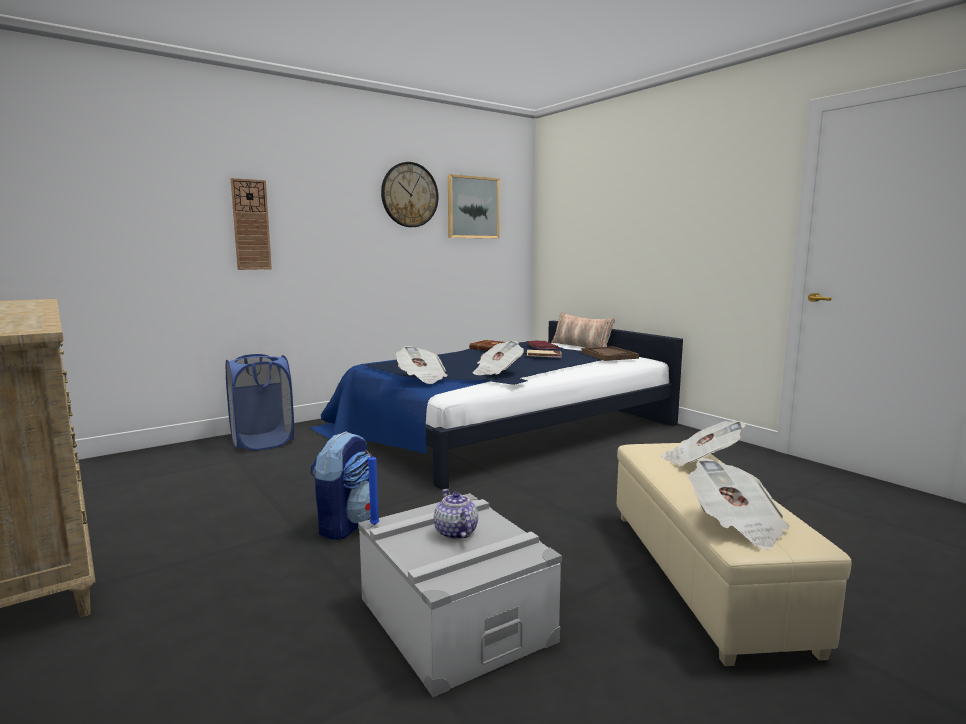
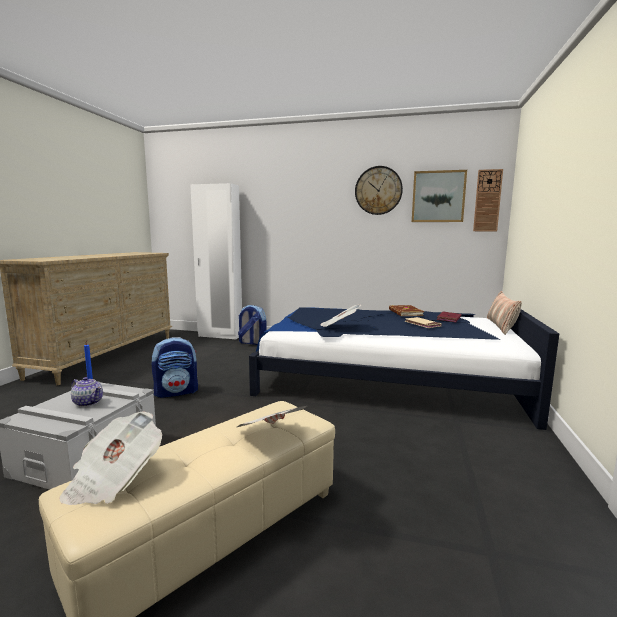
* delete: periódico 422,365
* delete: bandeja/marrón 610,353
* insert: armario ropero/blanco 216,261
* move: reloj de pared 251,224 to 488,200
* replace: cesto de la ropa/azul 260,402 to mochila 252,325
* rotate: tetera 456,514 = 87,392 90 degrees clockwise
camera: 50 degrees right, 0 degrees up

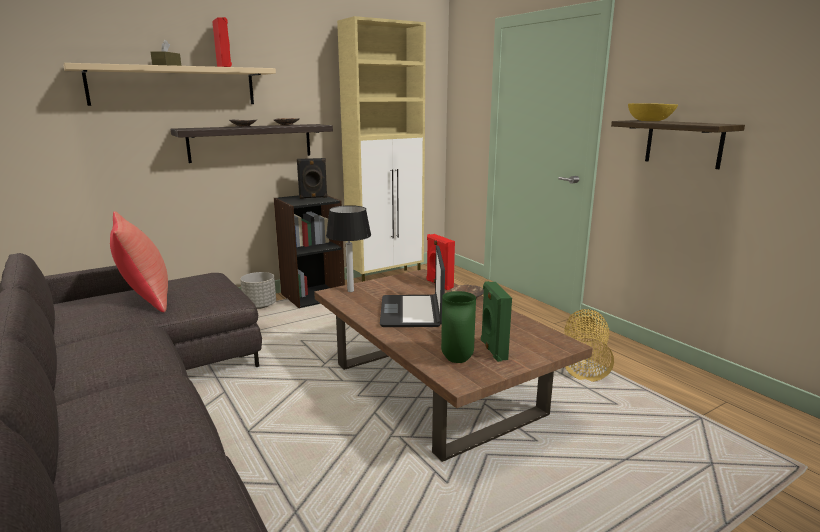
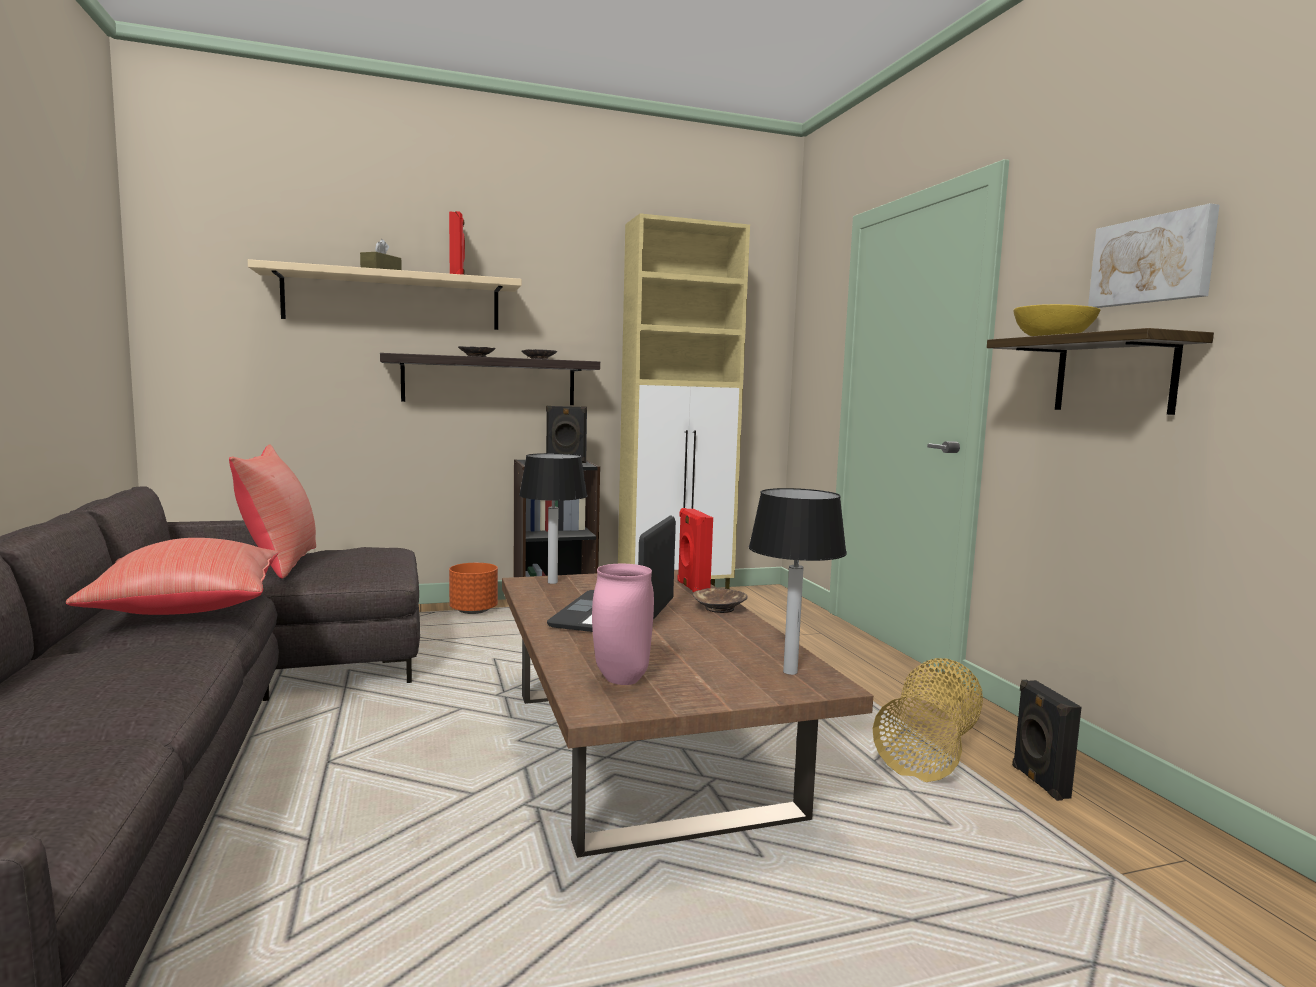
* delete: altavoz/verde 496,321
* insert: cojín/rojo 172,576
* insert: lámpara de mesa 798,581
* insert: altavoz/negro 1047,740
* insert: cuadro 1154,255
* recolor: maceta/gris 258,290 to maceta/naranja 473,588
* recolor: florero/verde 458,327 to florero/rosa 623,624
camera: 15 degrees right, 10 degrees down

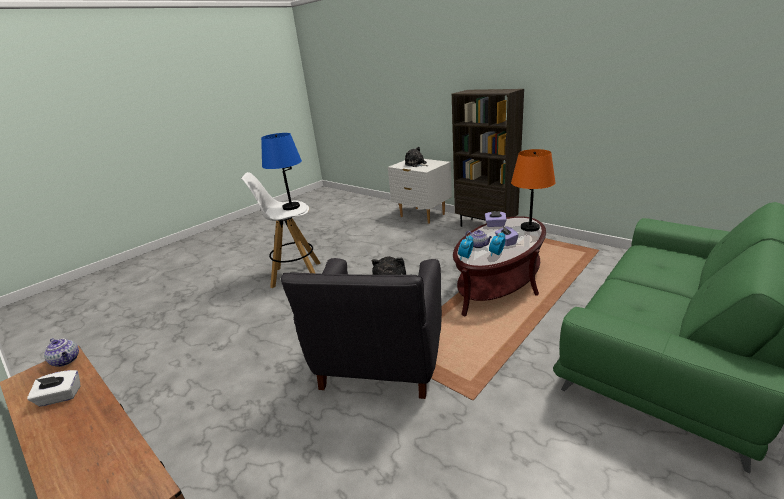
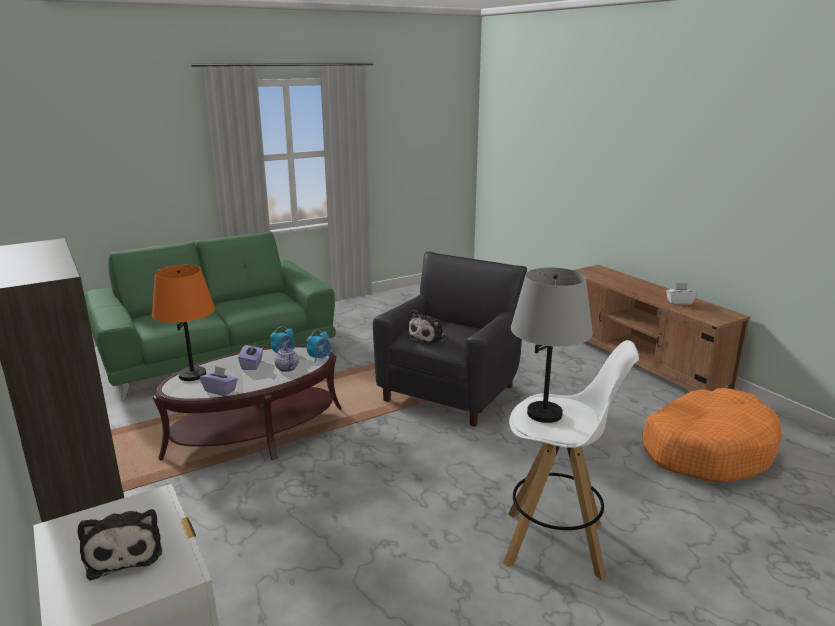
* delete: tetera 61,352
* insert: cama para perro/naranja 712,435
* recolor: lámpara de mesa/azul 281,171 to lámpara de mesa/gris 552,345
camera: 165 degrees left, 5 degrees down

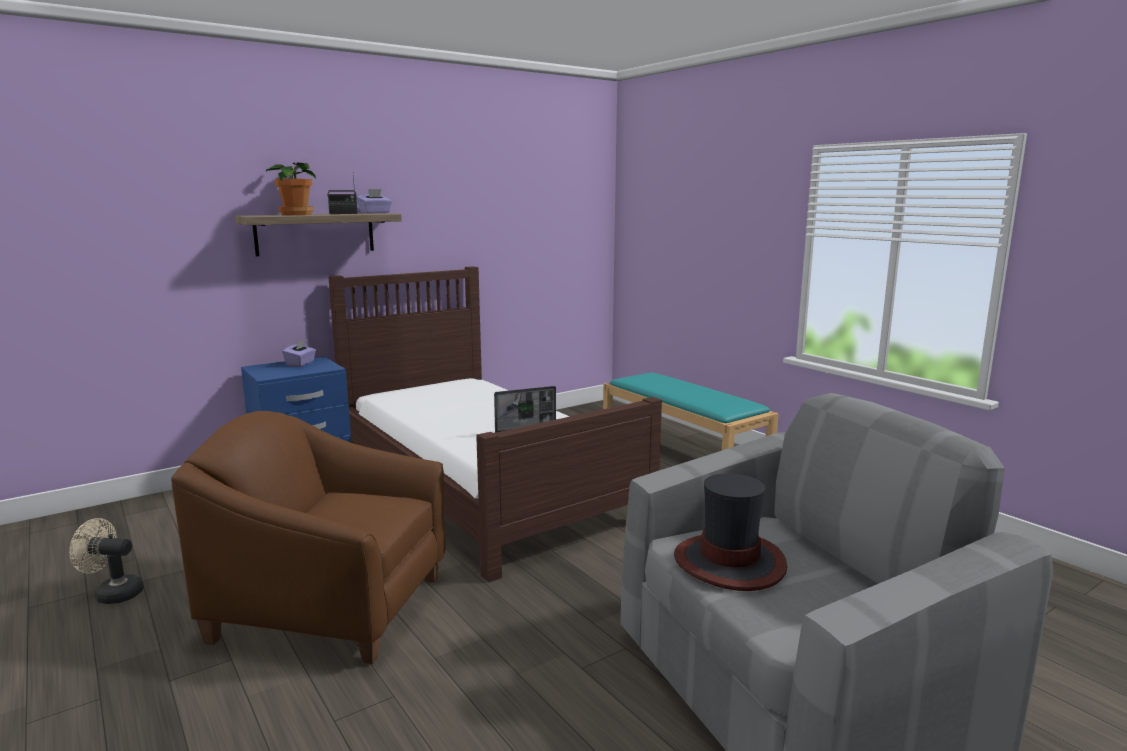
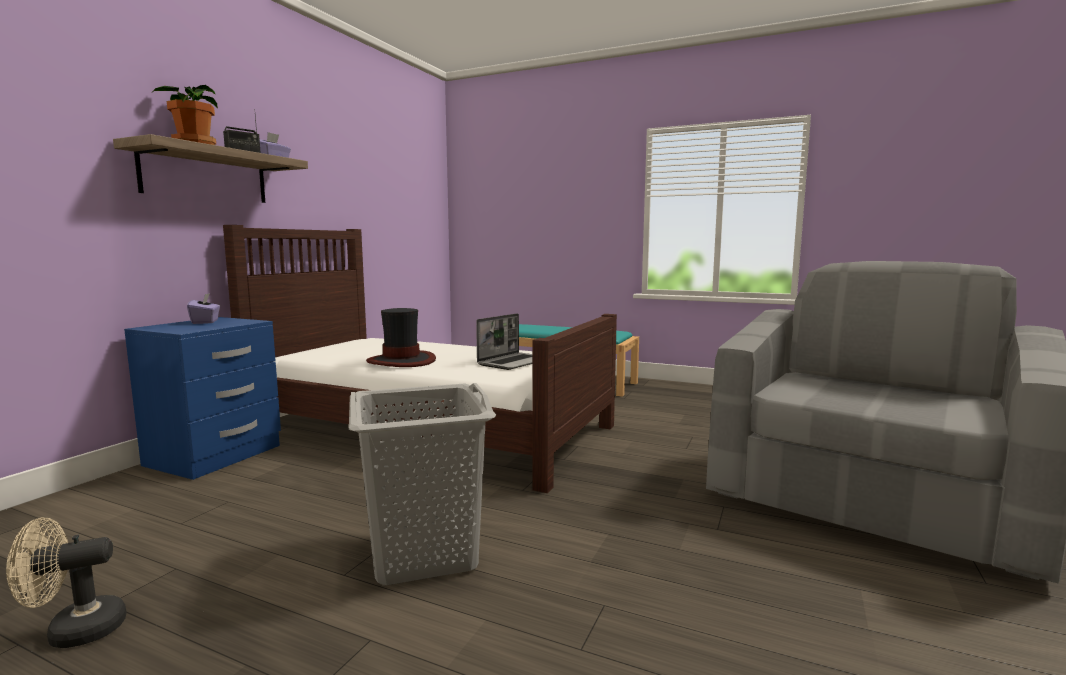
* move: sombrero 730,532 to 401,337
* replace: sillón/marrón 308,537 to cesto de la ropa/gris 422,484
camera: 30 degrees left, 5 degrees down

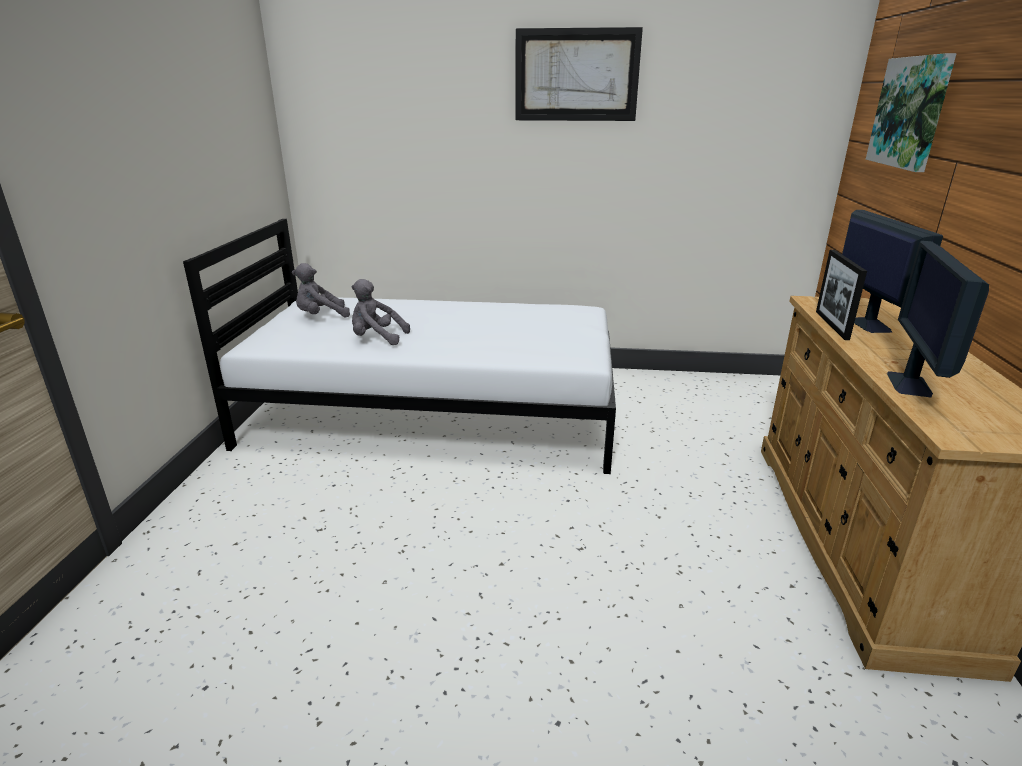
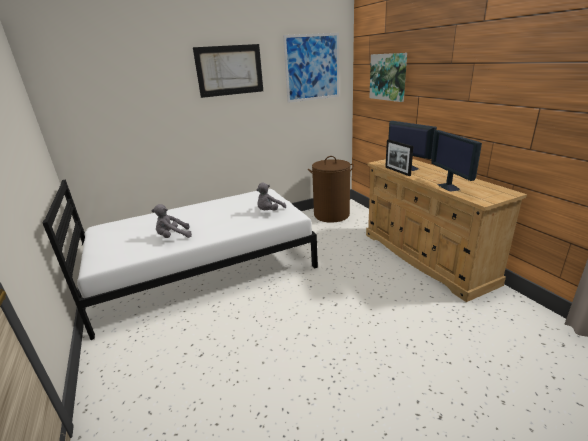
* insert: cuadro 311,68
* insert: cesto de la ropa/marrón 331,189
* move: peluche/gris 321,290 to 271,196
camera: 30 degrees left, 0 degrees up

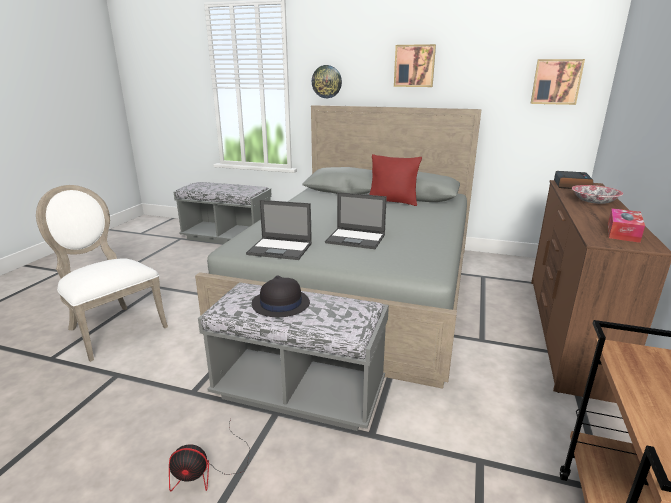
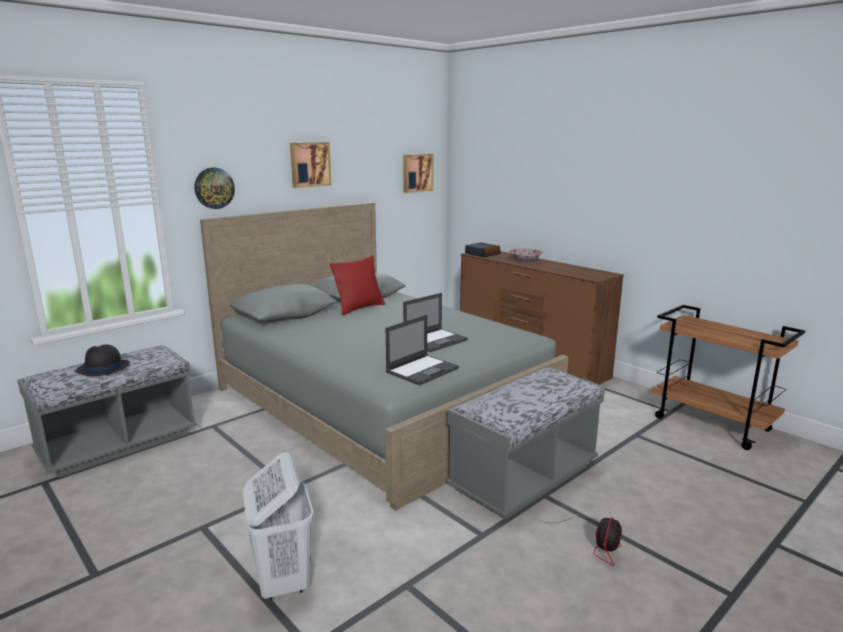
* delete: caja de pañuelos 626,225
* move: sombrero/negro 281,296 to 102,360
* replace: silla/blanco 102,273 to cesto de la ropa/blanco 278,526
camera: 60 degrees left, 5 degrees down

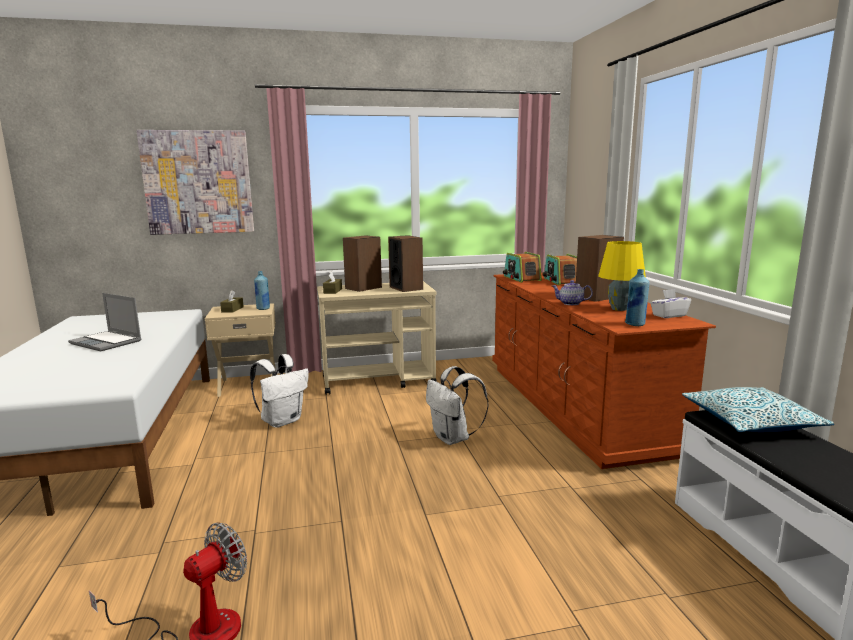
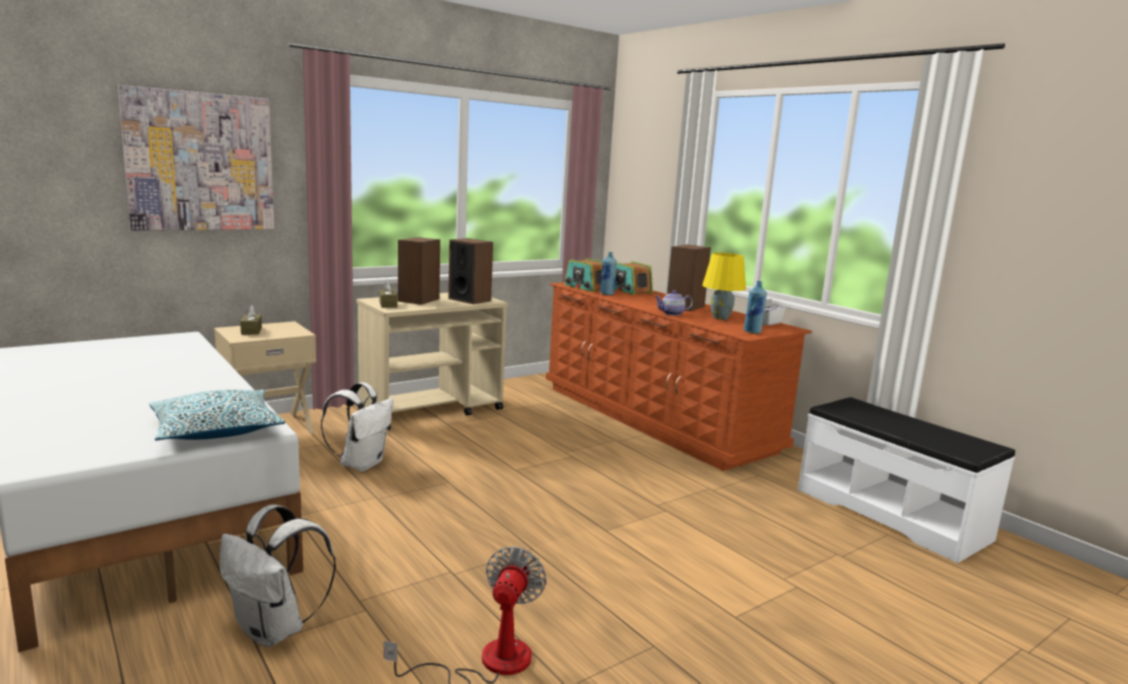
* delete: portátil 105,322
* move: botella/azul 262,290 to 608,273
* move: mochila/blanco 457,405 to 278,576
* move: cojín 758,409 to 217,415
camera: 25 degrees left, 0 degrees up

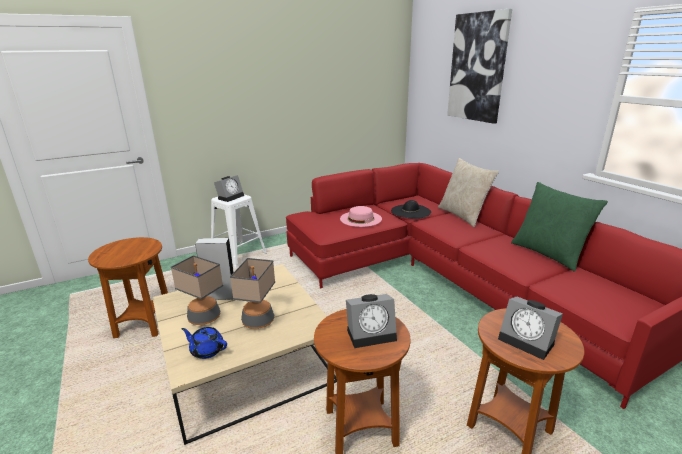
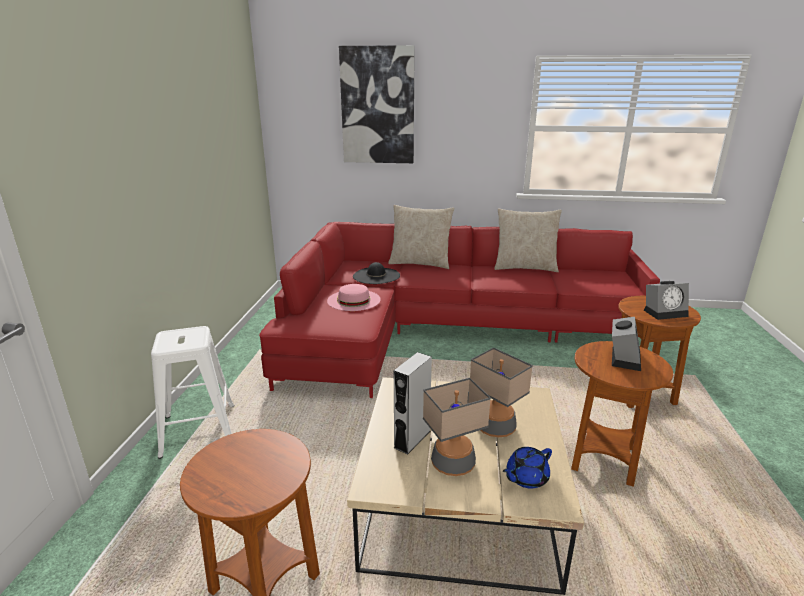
* delete: despertador 229,188
* recolor: cojín/verde 559,227 to cojín/beis 528,240
camera: 55 degrees left, 0 degrees up

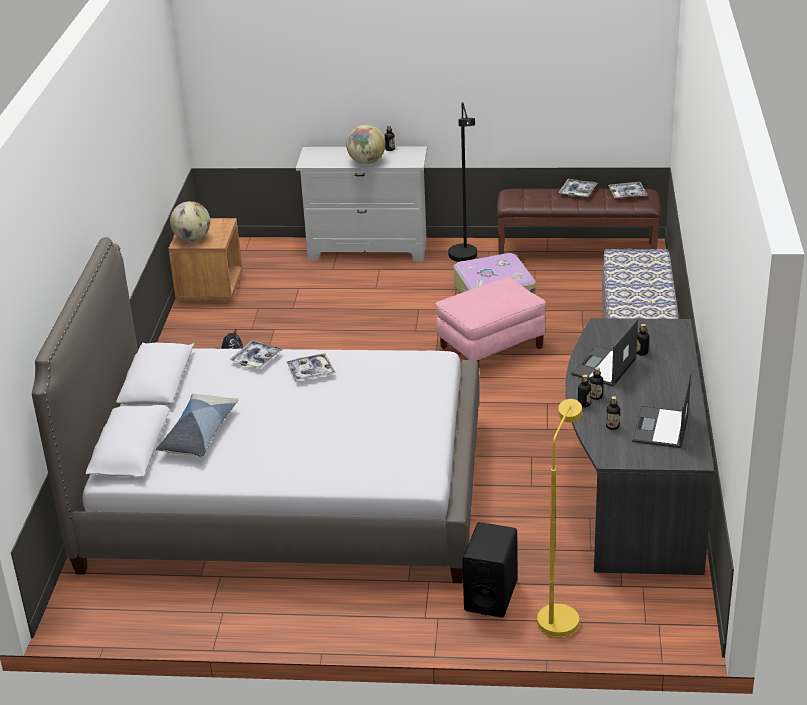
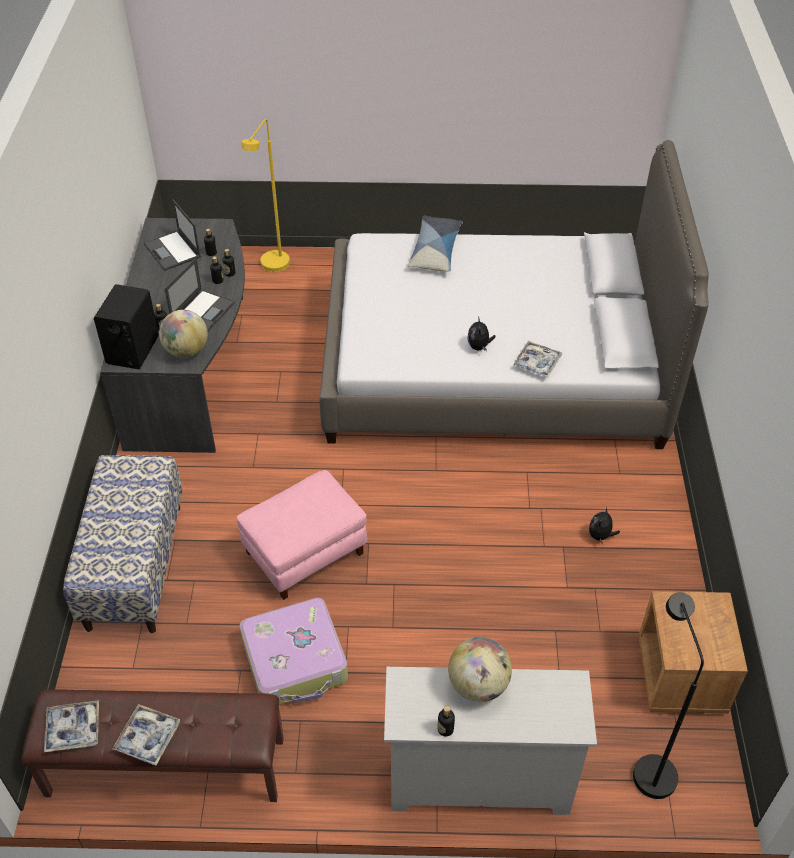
* move: cojín 197,425 to 435,243
* move: globo terráqueo 190,221 to 183,334
* move: lámpara de pie/negro 462,182 to 668,695
* move: altavoz/negro 490,570 to 126,326
* replace: bandeja 311,367 to peluche 481,333
* rotate: portátil 661,410 = 172,235 135 degrees clockwise
camera: 175 degrees right, 15 degrees up

